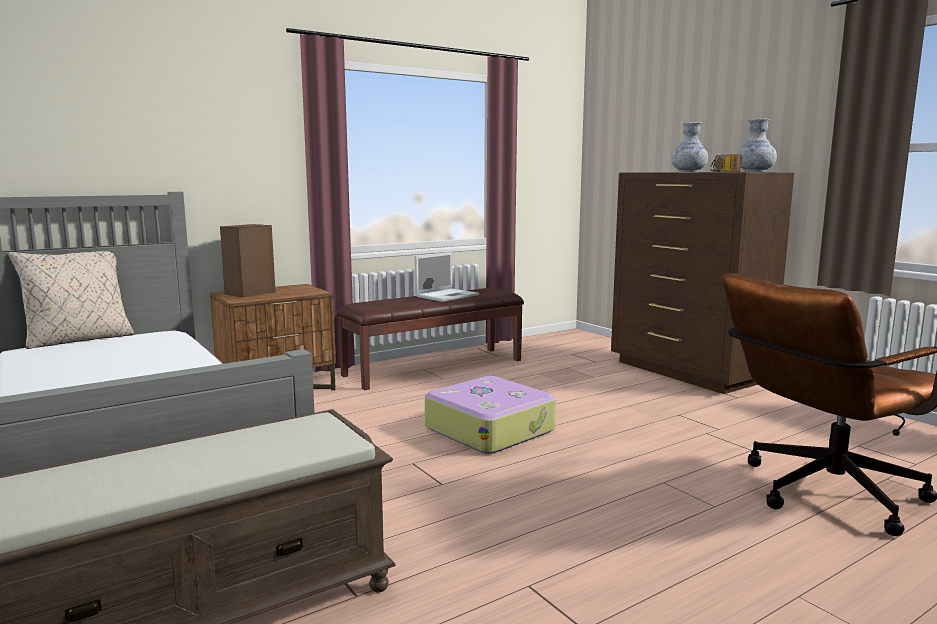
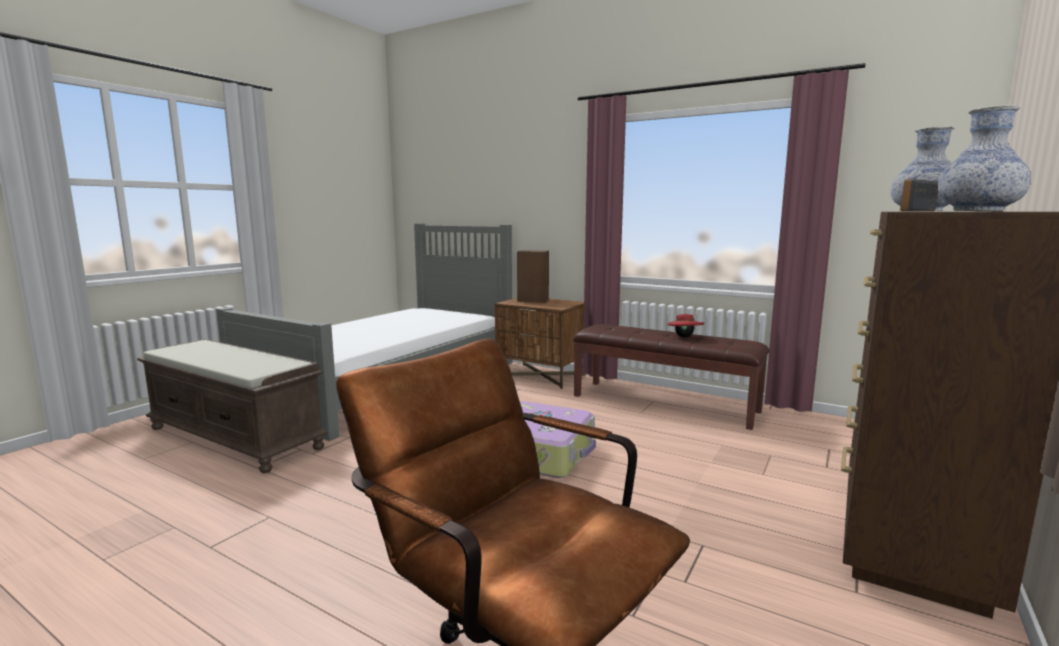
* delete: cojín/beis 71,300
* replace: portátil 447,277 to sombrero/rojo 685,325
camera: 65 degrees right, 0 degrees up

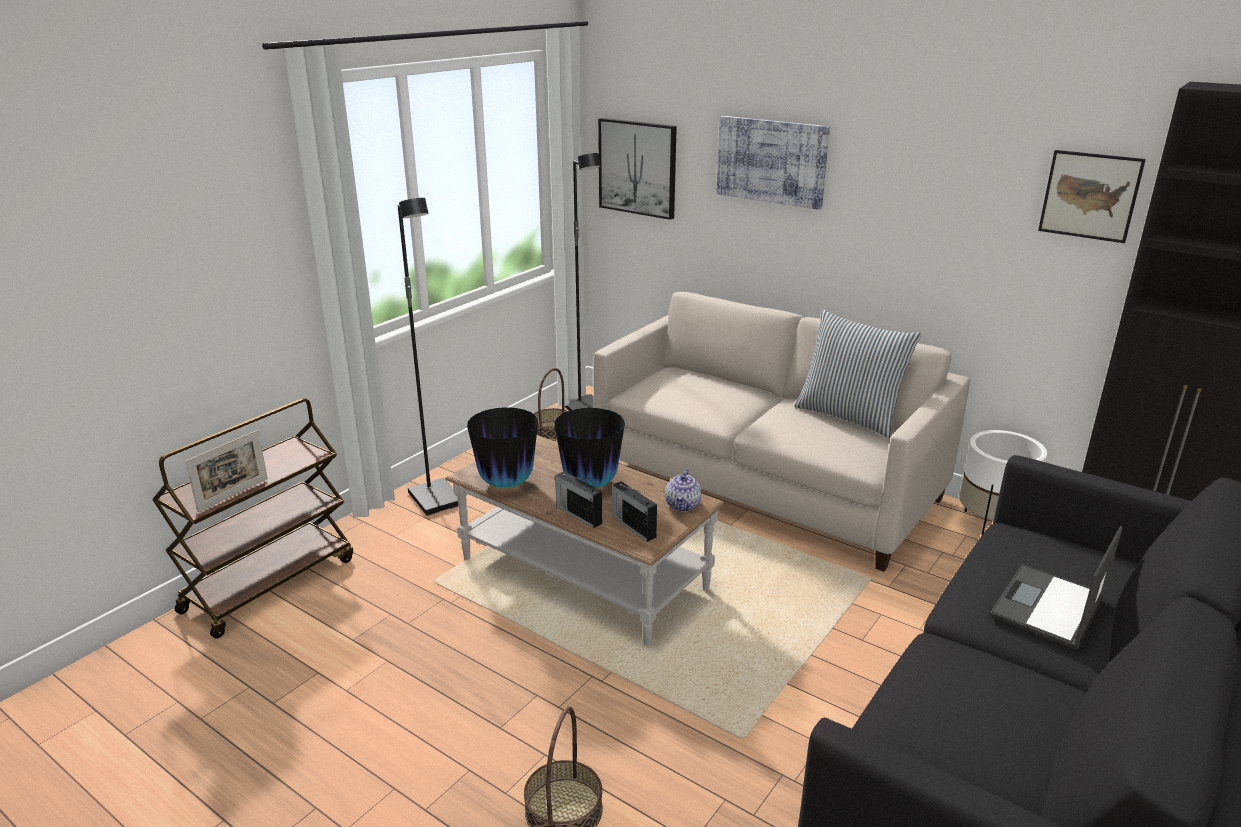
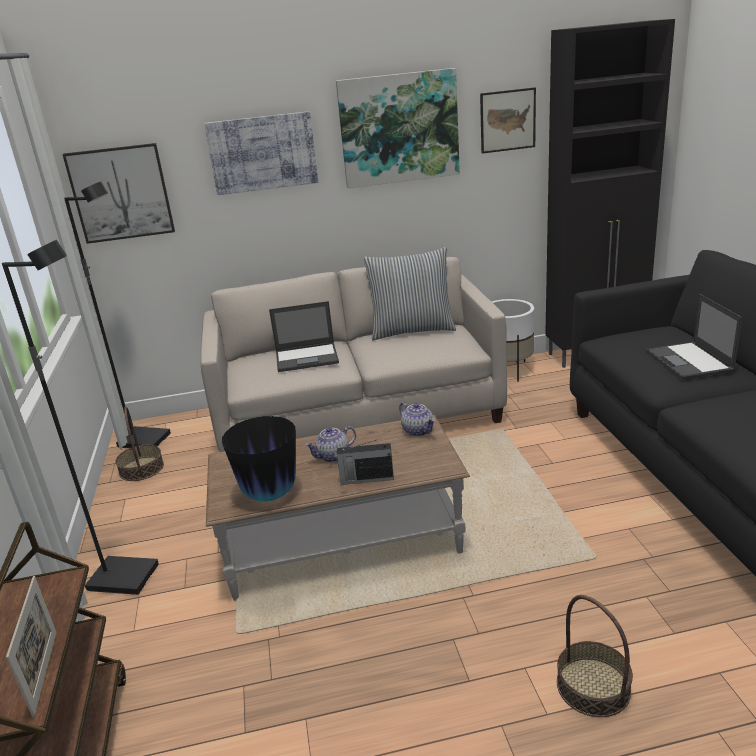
* delete: radio 634,511
* insert: portátil 304,336
* insert: cuadro 398,128
* replace: florero 589,448 to tetera 330,444
camera: 45 degrees left, 0 degrees up

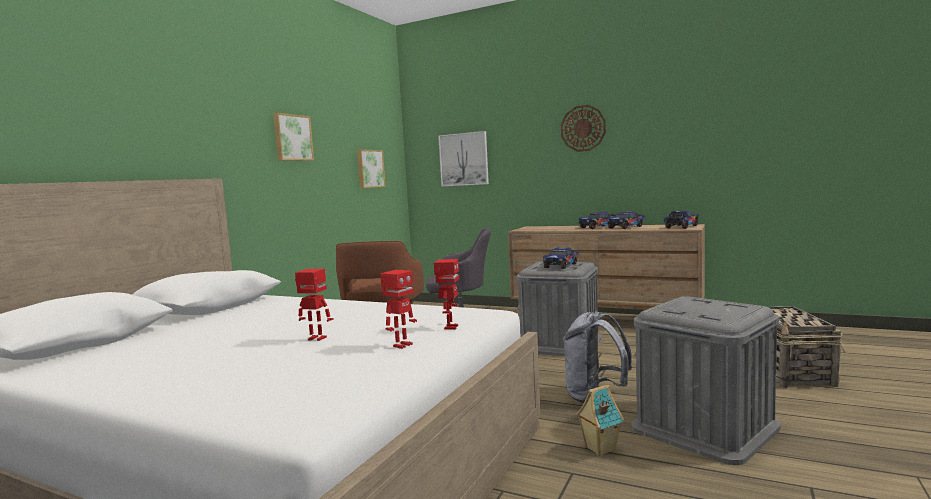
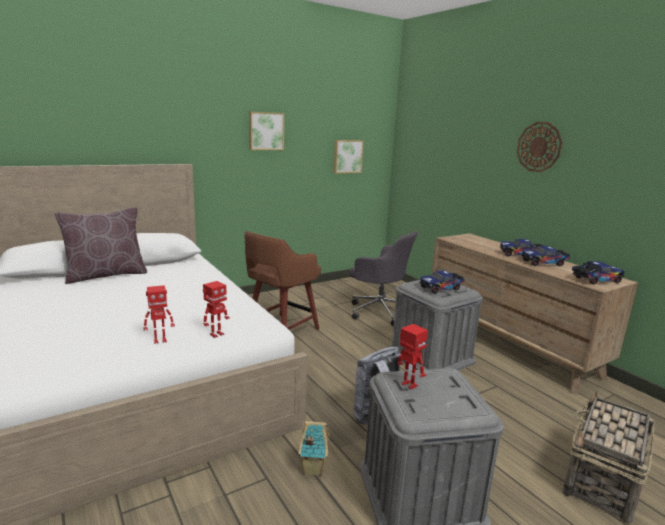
* delete: cuadro 463,159
* insert: cojín/marrón 101,246
* move: robot de juguete 314,305 to 412,356
camera: 30 degrees right, 10 degrees up

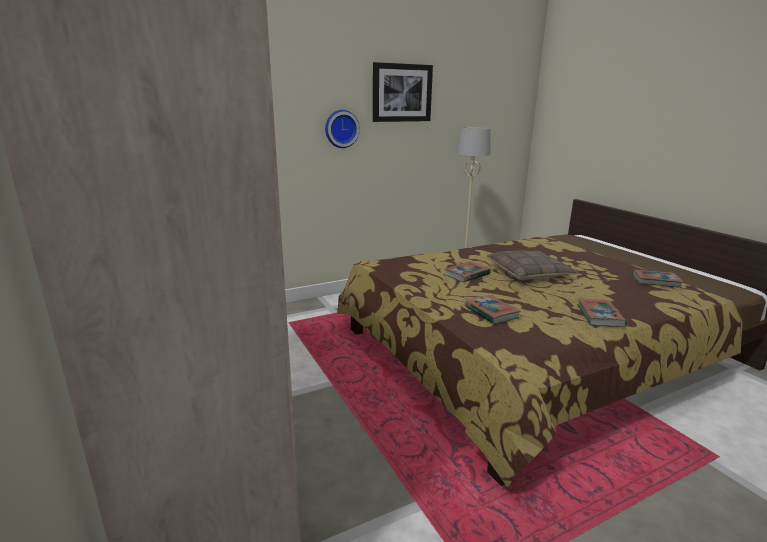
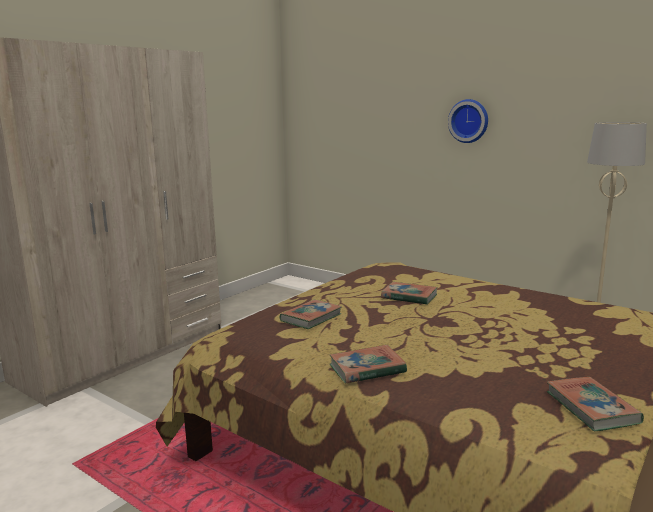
* delete: cuadro 403,92
* delete: cojín 533,265
camera: 65 degrees right, 5 degrees down

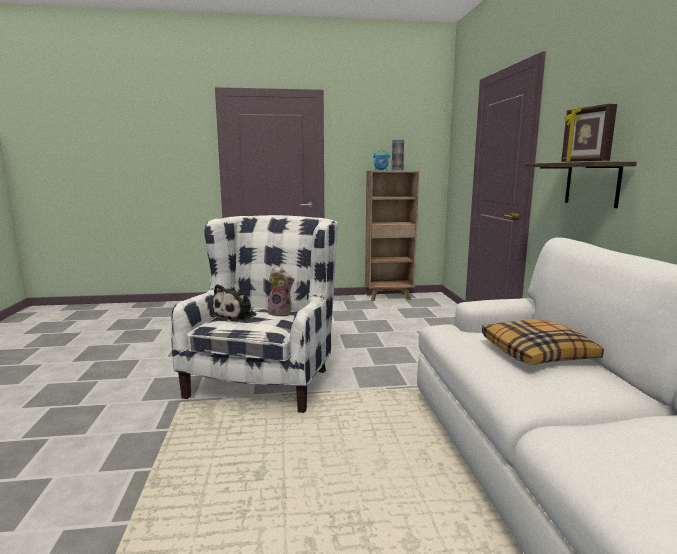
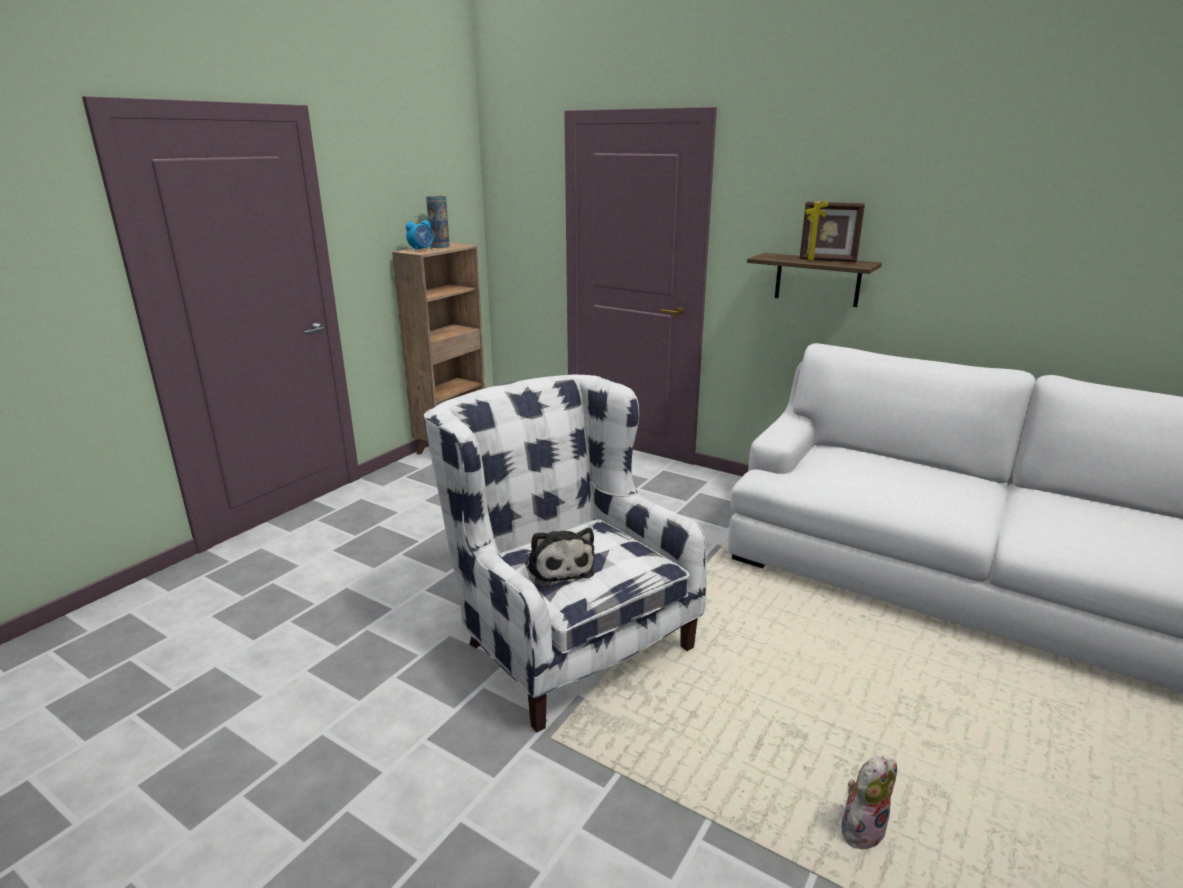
* delete: cojín 543,342
* move: peluche 281,292 to 869,802
camera: 50 degrees left, 10 degrees up

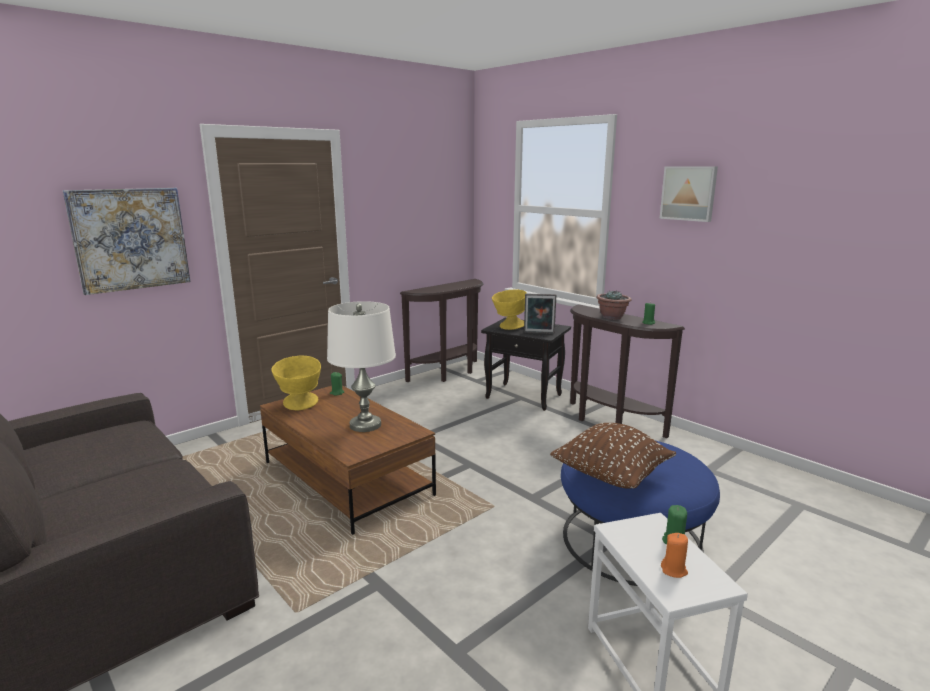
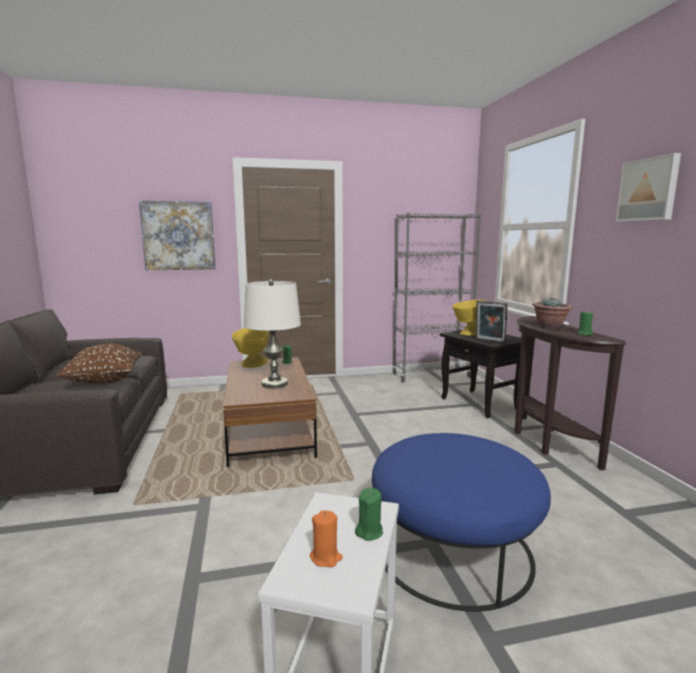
* move: cojín/marrón 613,456 to 99,363
* replace: mesa consola/marrón 441,330 to estantería/gris 436,297
camera: 30 degrees right, 5 degrees down

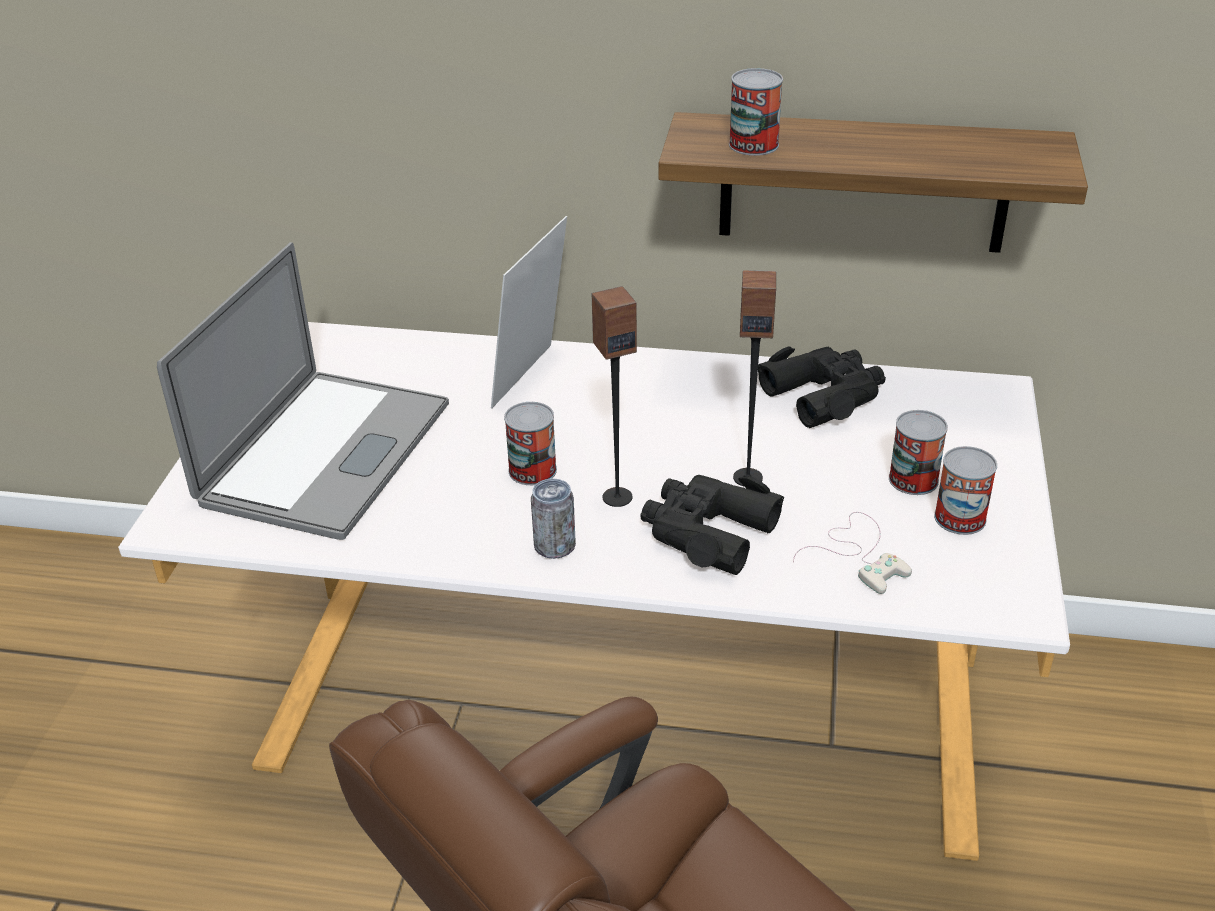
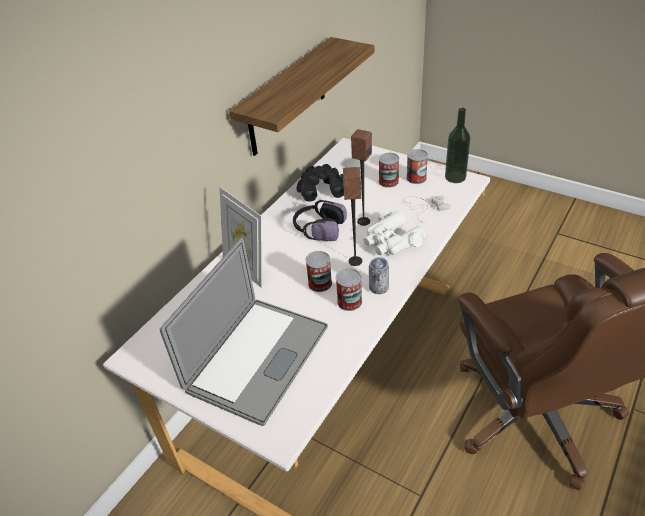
* insert: auriculares 320,220
* insert: botella 457,145
* move: lata 756,112 to 349,289
* recolor: prismáticos/negro 712,525 to prismáticos/blanco 395,232
* rotate: portátil 303,391 = 244,332 75 degrees clockwise
camera: 65 degrees left, 5 degrees up

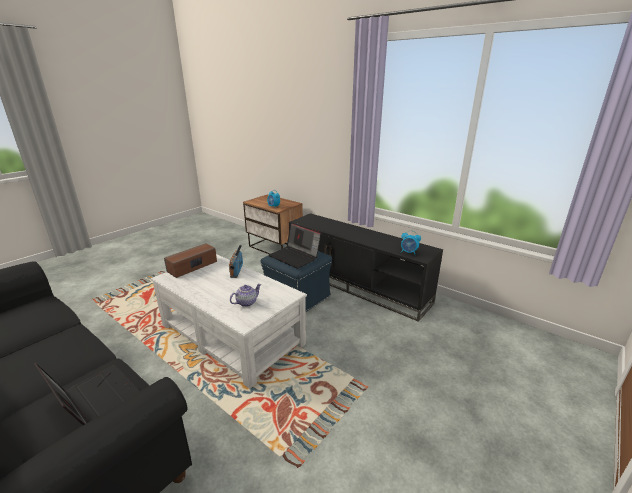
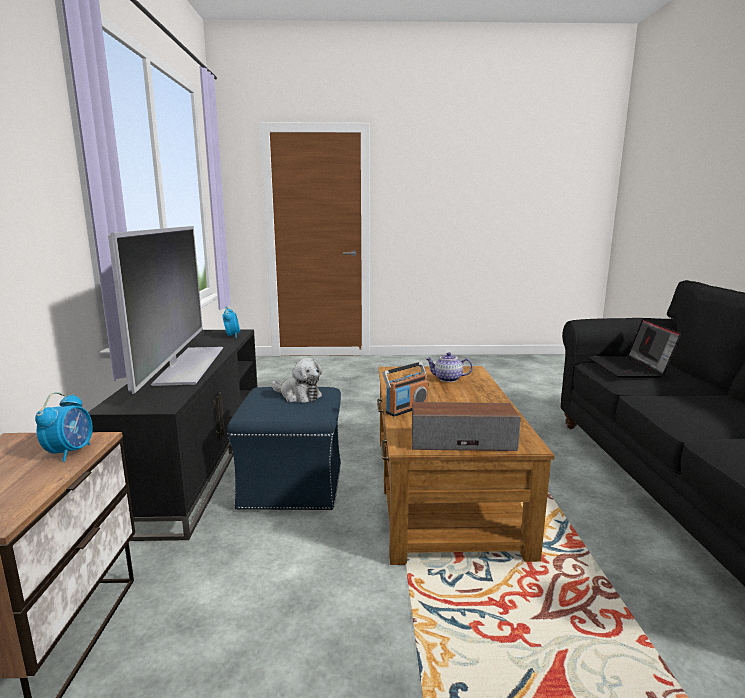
* insert: televisor 165,310
* replace: portátil 295,246 to peluche 296,380
* recolor: mesa de centro/blanco 229,321 to mesa de centro/marrón 466,465
camera: 130 degrees left, 10 degrees down

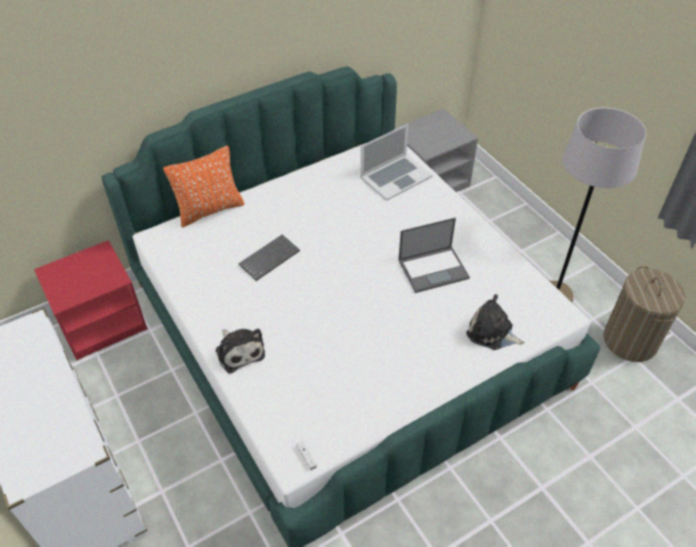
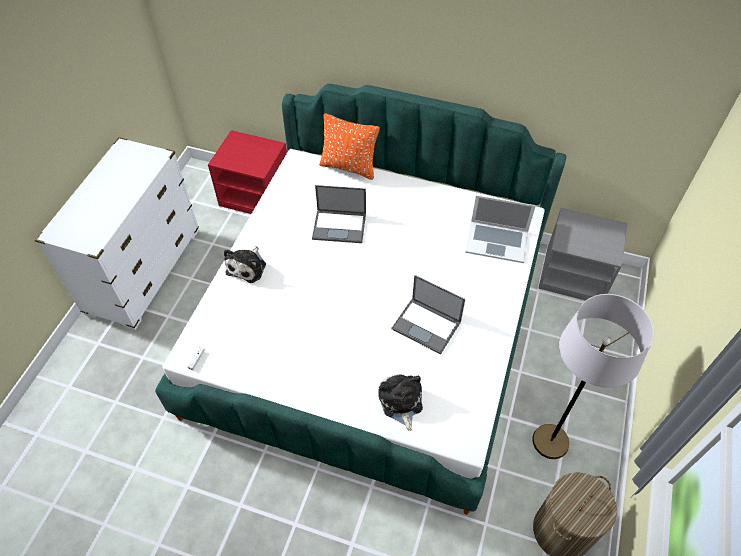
* replace: teclado 269,257 to portátil 339,214
camera: 50 degrees right, 5 degrees up

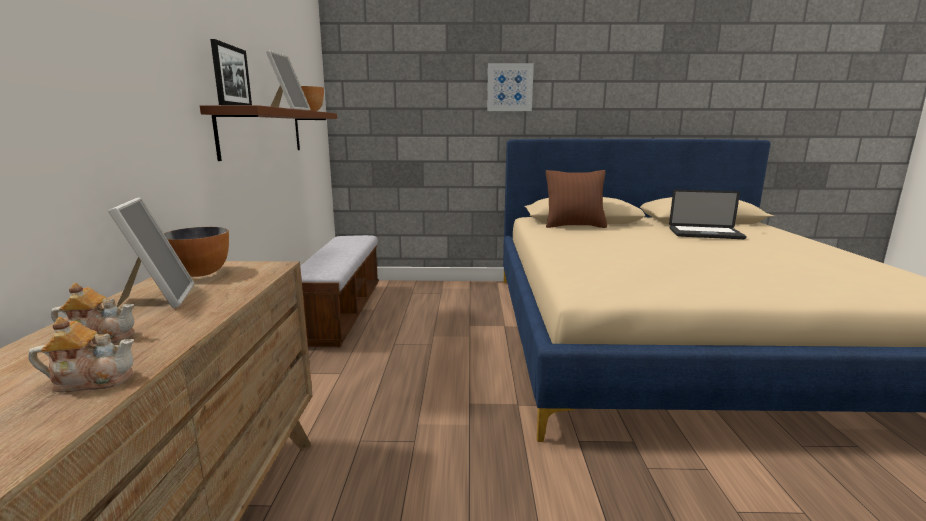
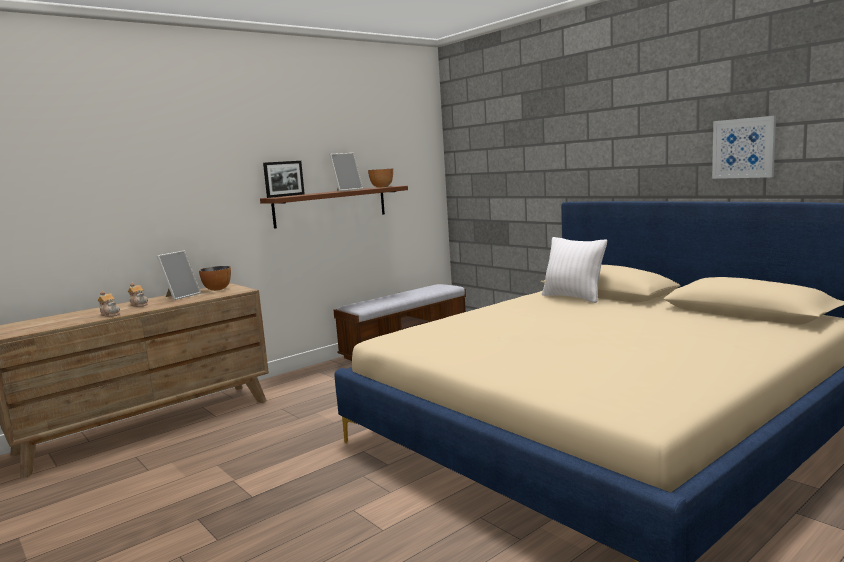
* delete: portátil 708,214
* move: cuadro 510,87 to 744,147
* recolor: cojín/marrón 576,199 to cojín/blanco 574,270
camera: 50 degrees right, 5 degrees down

